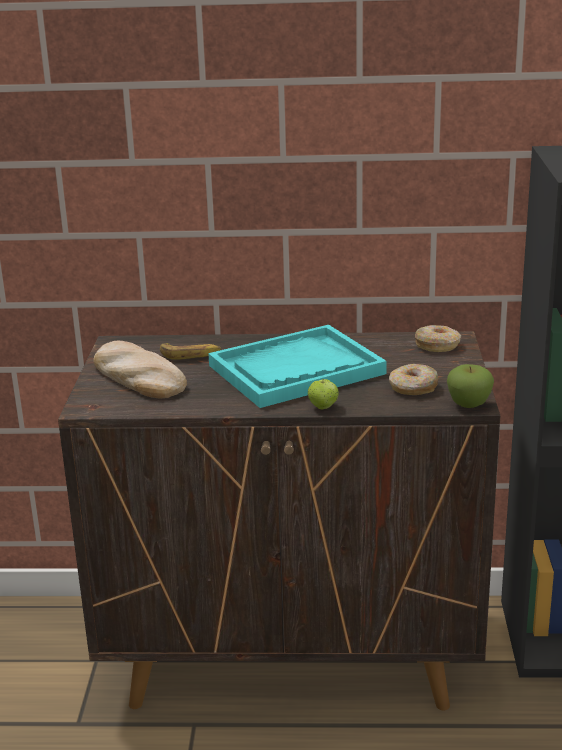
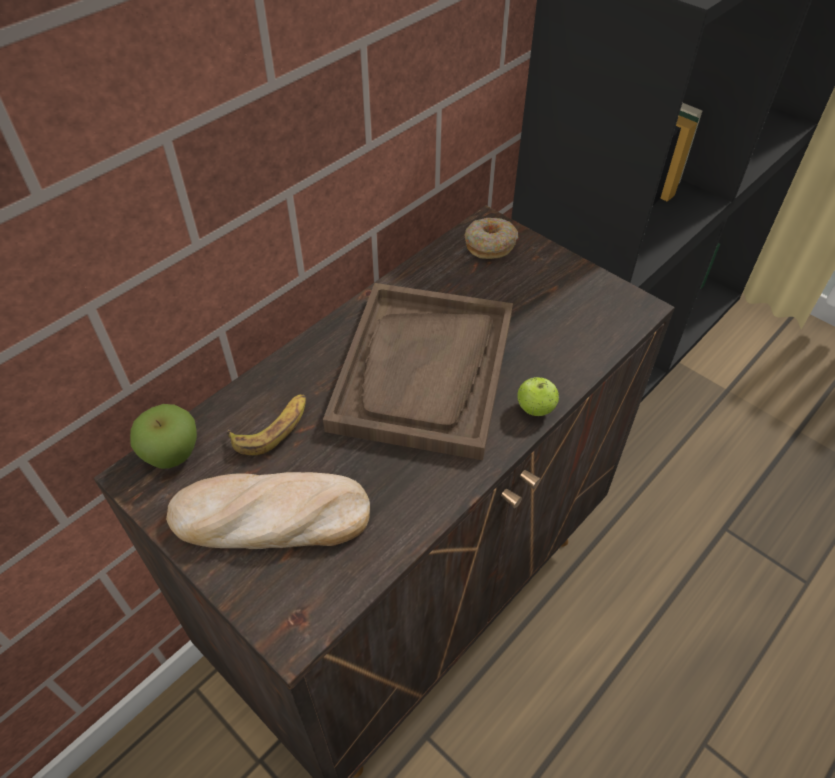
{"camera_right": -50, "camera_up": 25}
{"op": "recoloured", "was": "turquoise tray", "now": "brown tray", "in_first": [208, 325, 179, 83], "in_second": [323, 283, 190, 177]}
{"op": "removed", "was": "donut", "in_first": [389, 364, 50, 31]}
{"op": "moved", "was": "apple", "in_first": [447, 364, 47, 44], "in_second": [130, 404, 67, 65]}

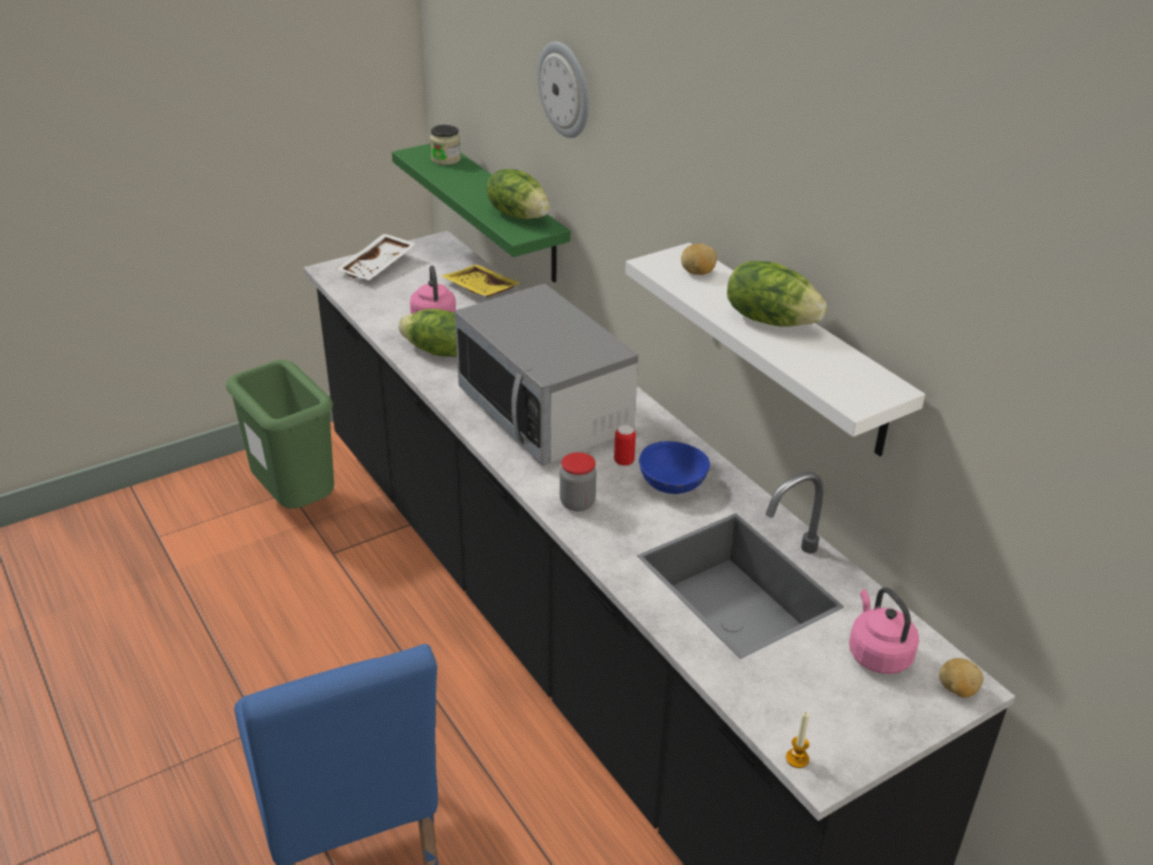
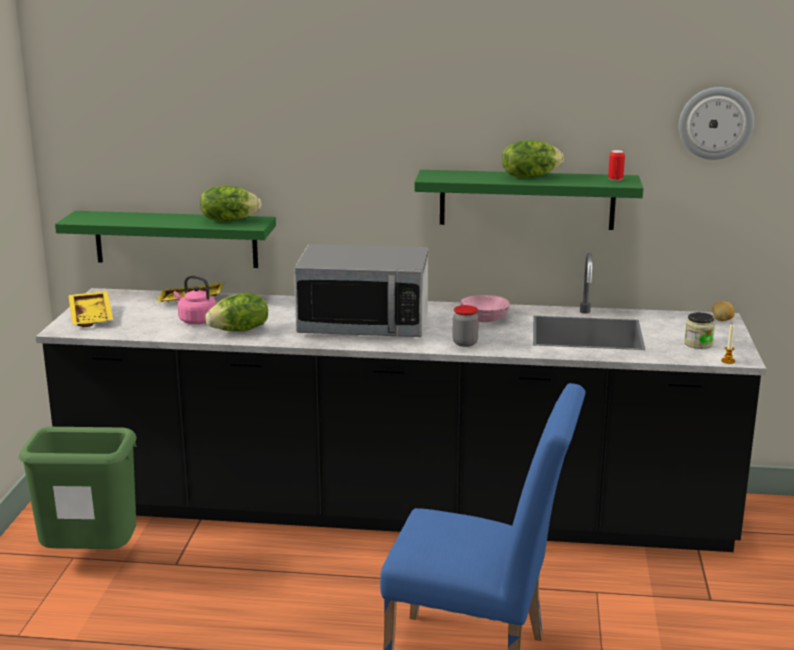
{"camera_right": -50, "camera_up": -15}
{"op": "recoloured", "was": "white tray", "now": "yellow tray", "in_first": [337, 233, 79, 47], "in_second": [68, 291, 45, 36]}
{"op": "moved", "was": "jar", "in_first": [430, 125, 31, 40], "in_second": [684, 312, 31, 37]}
{"op": "moved", "was": "wall clock", "in_first": [537, 41, 52, 97], "in_second": [679, 87, 75, 73]}
{"op": "moved", "was": "can", "in_first": [614, 425, 22, 41], "in_second": [608, 150, 17, 31]}
{"op": "recoloured", "was": "white shelf", "now": "green shelf", "in_first": [625, 243, 300, 213], "in_second": [414, 170, 229, 60]}
{"op": "recoloured", "was": "blue bowl", "now": "pink bowl", "in_first": [639, 441, 71, 53], "in_second": [460, 295, 50, 27]}
{"op": "removed", "was": "potato", "in_first": [681, 244, 36, 31]}
{"op": "removed", "was": "pink kettle", "in_first": [849, 587, 70, 87]}

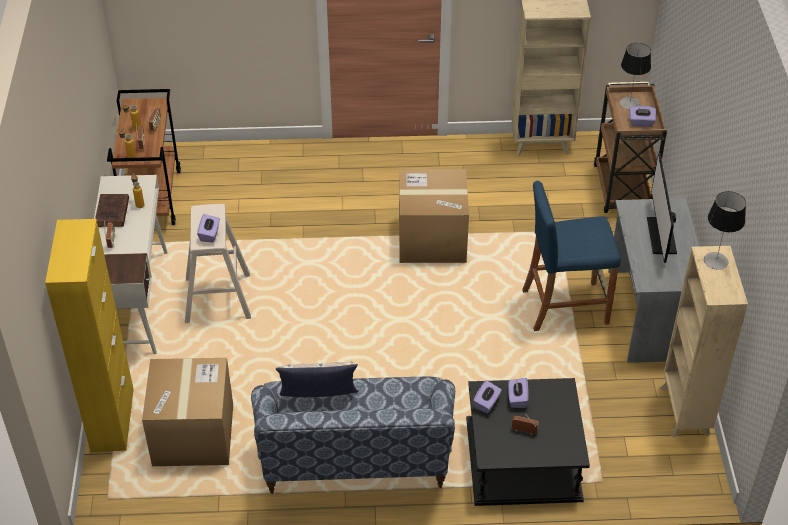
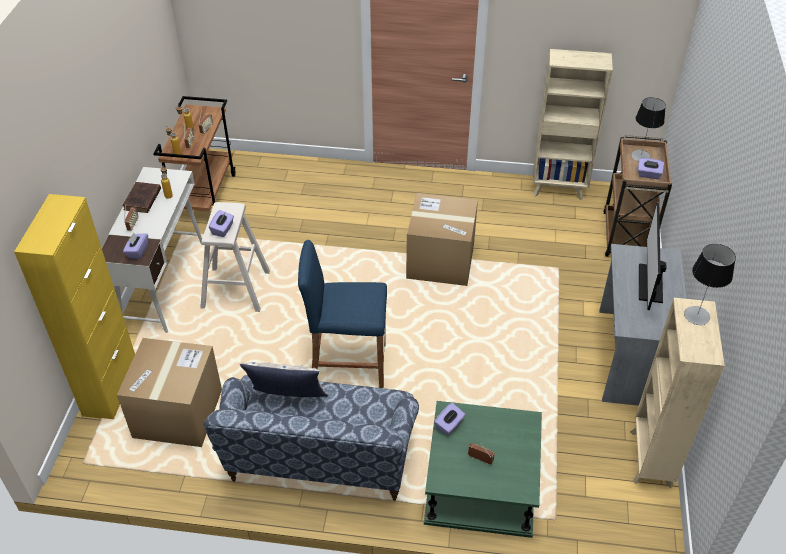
{"camera_right": 10, "camera_up": 0}
{"op": "recoloured", "was": "black side table", "now": "green side table", "in_first": [466, 378, 124, 128], "in_second": [424, 401, 118, 137]}
{"op": "moved", "was": "purple tissue box", "in_first": [508, 378, 21, 30], "in_second": [123, 233, 25, 26]}
{"op": "moved", "was": "blue stool", "in_first": [522, 181, 99, 150], "in_second": [298, 240, 89, 148]}

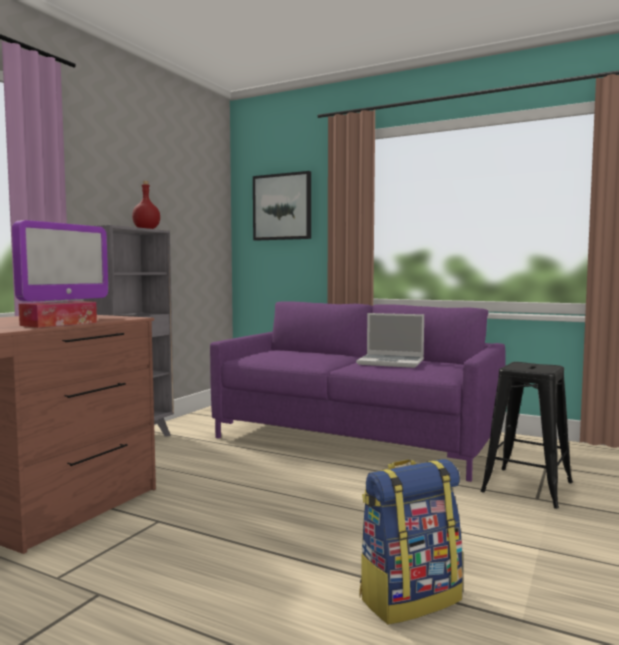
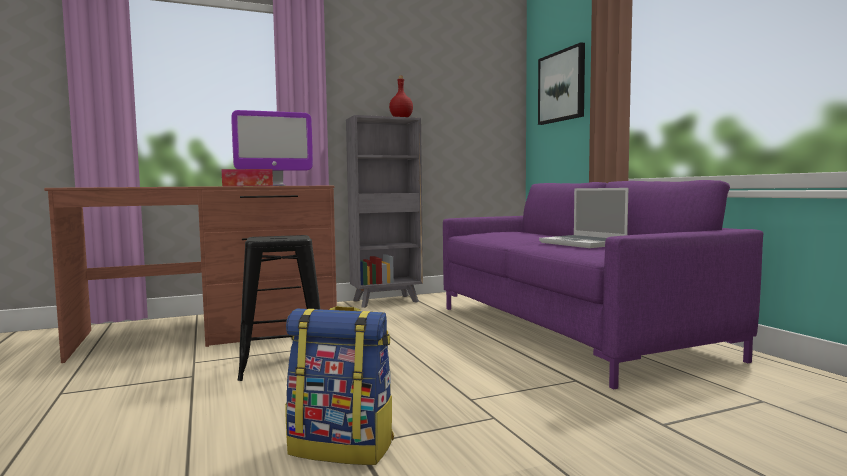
{"camera_right": 40, "camera_up": 0}
{"op": "moved", "was": "black stool", "in_first": [481, 362, 92, 147], "in_second": [237, 235, 84, 146]}

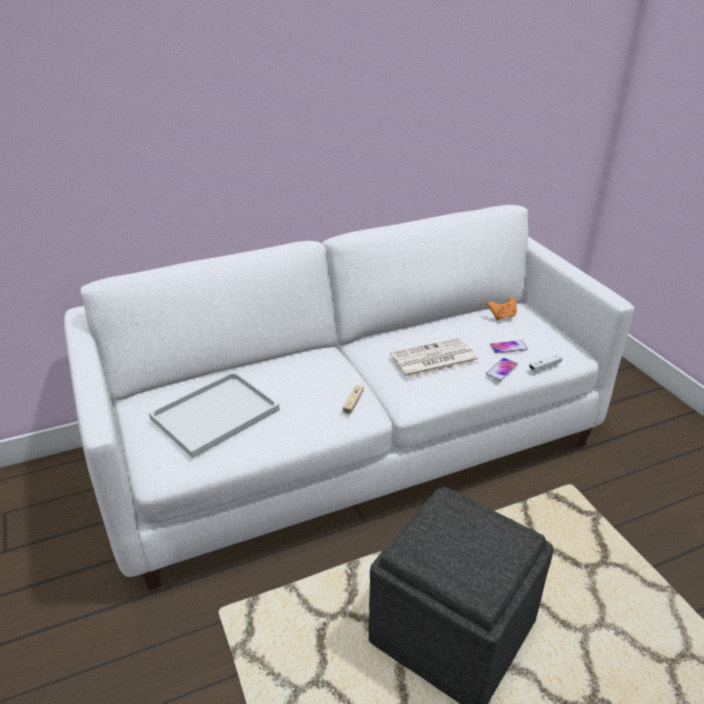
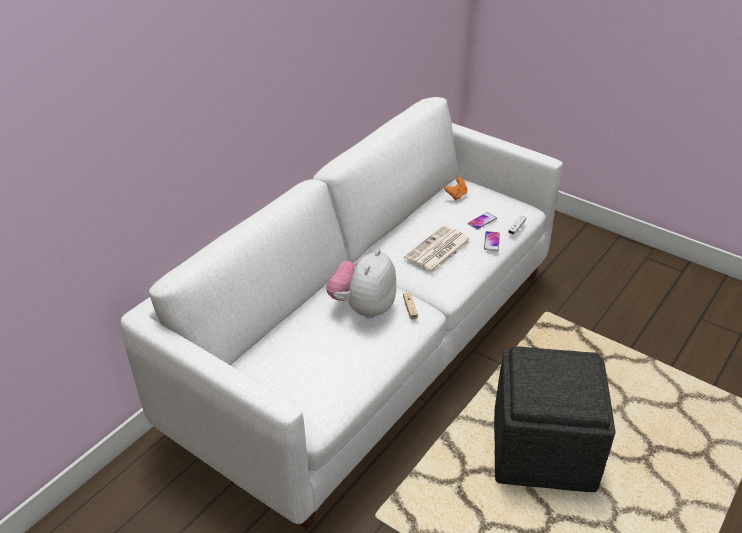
{"camera_right": -30, "camera_up": 5}
{"op": "removed", "was": "white tray", "in_first": [149, 371, 131, 87]}
{"op": "added", "now": "plush toy", "in_second": [326, 249, 70, 70]}

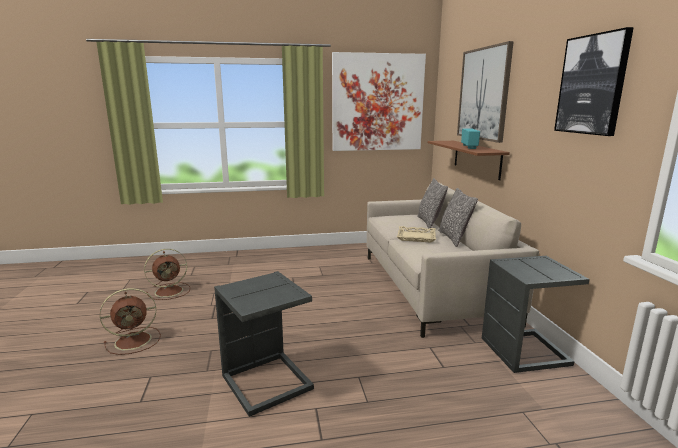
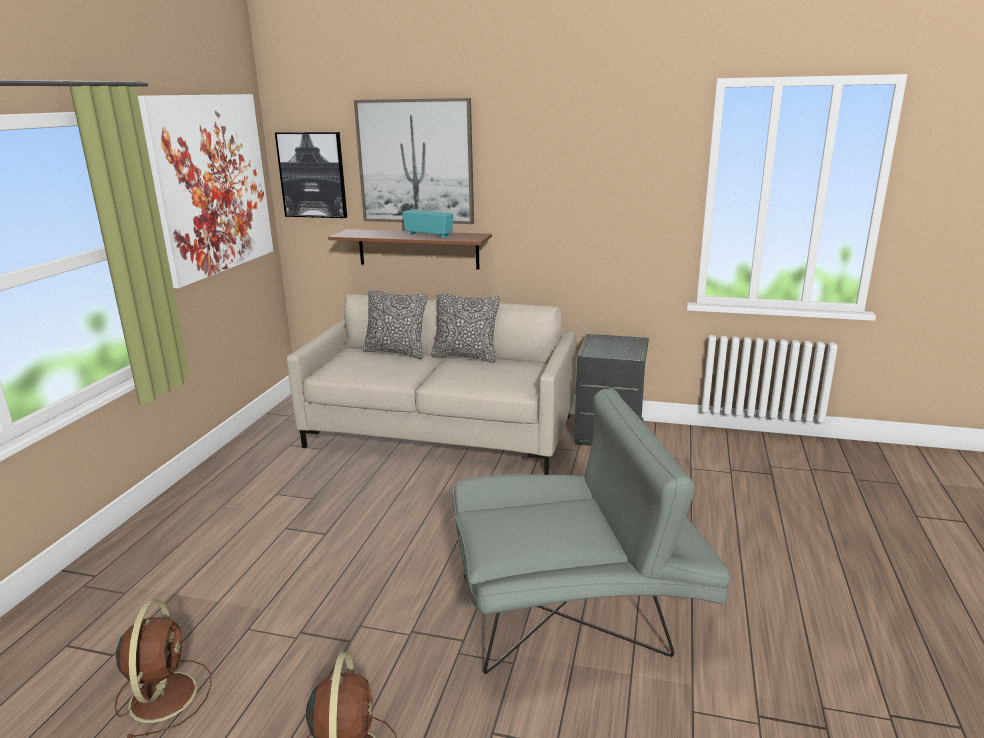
{"camera_right": -65, "camera_up": 5}
{"op": "replaced", "was": "grey side table", "now": "grey armchair", "in_first": [214, 271, 100, 146], "in_second": [453, 388, 278, 286]}
{"op": "removed", "was": "beige tray", "in_first": [397, 226, 39, 17]}
{"op": "moved", "was": "picture", "in_first": [554, 27, 80, 109], "in_second": [275, 132, 72, 86]}

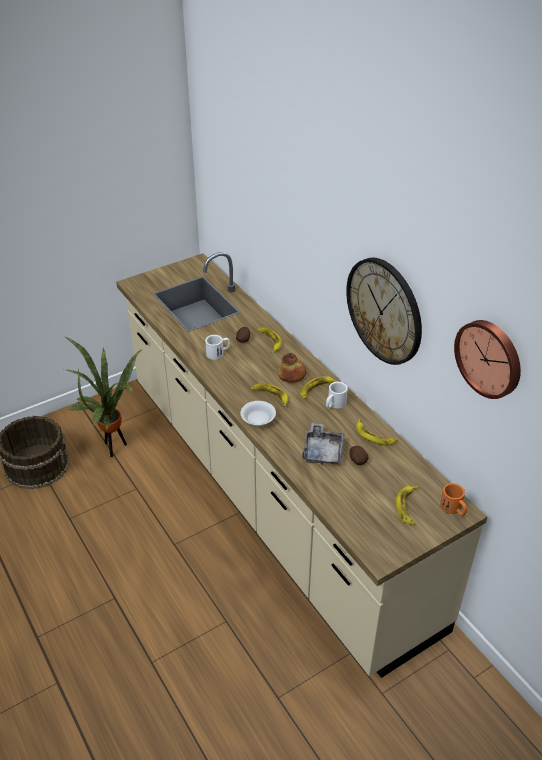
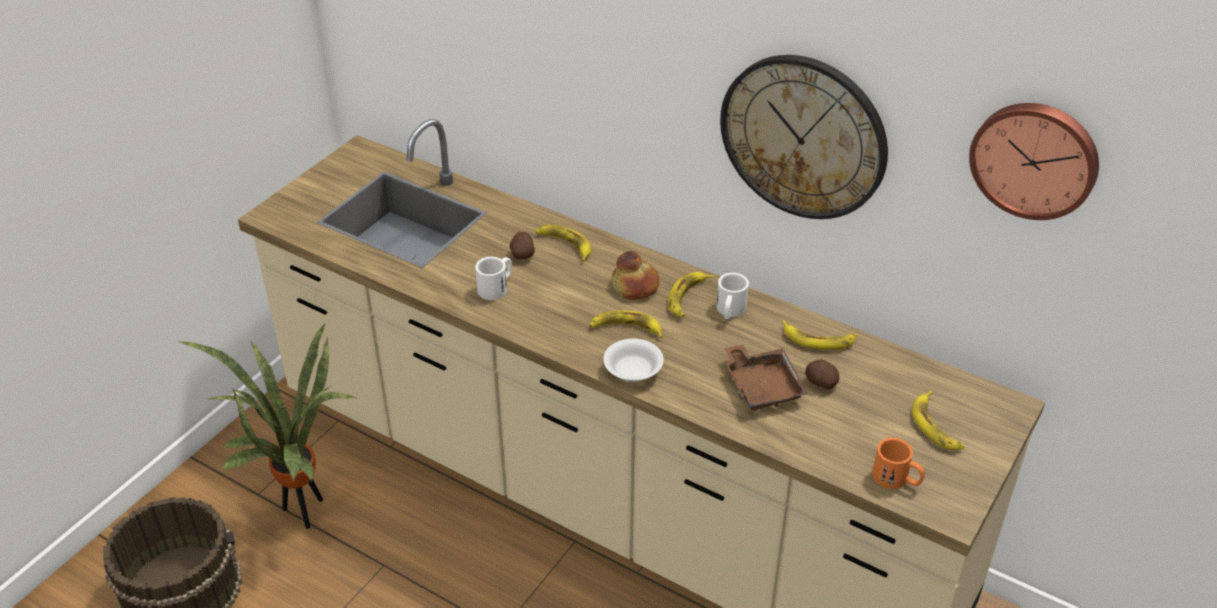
{"camera_right": -25, "camera_up": 0}
{"op": "recoloured", "was": "grey tray", "now": "brown tray", "in_first": [302, 423, 43, 42], "in_second": [724, 345, 84, 66]}
{"op": "moved", "was": "orange mug", "in_first": [440, 483, 27, 33], "in_second": [872, 438, 53, 51]}

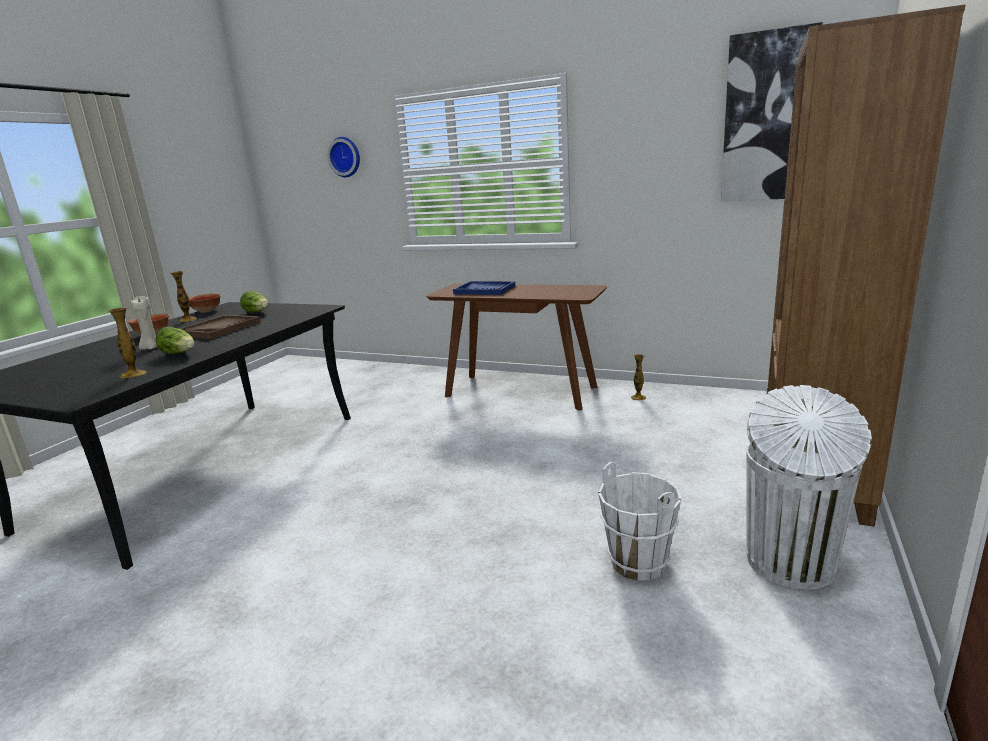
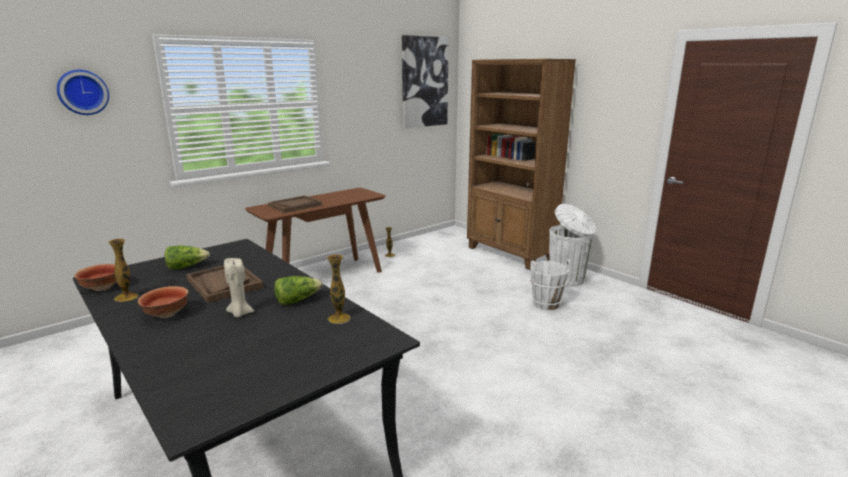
{"camera_right": -65, "camera_up": 0}
{"op": "recoloured", "was": "blue tray", "now": "brown tray", "in_first": [453, 281, 62, 14], "in_second": [268, 195, 54, 18]}

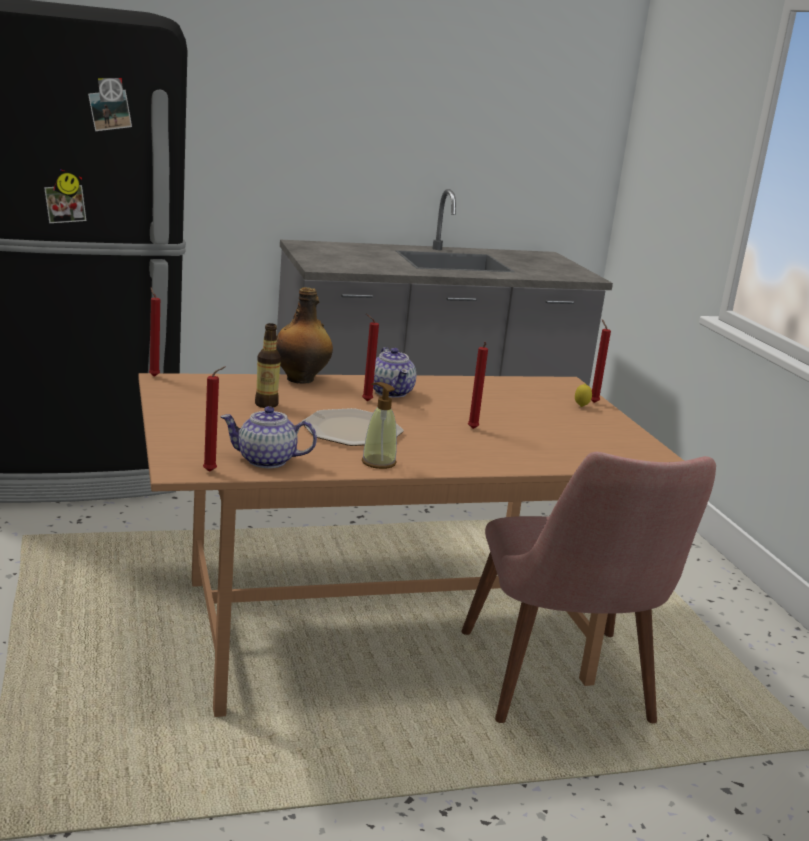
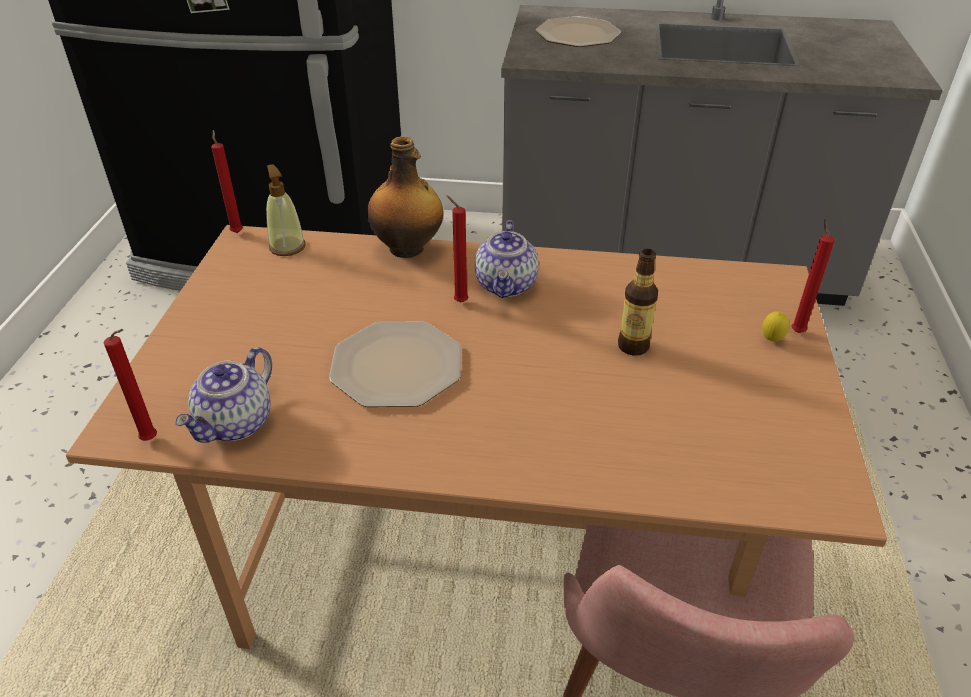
{"camera_right": 25, "camera_up": 20}
{"op": "turned", "was": "teapot", "in_first": [220, 406, 97, 62], "in_second": [175, 347, 97, 96], "clockwise": -90}
{"op": "moved", "was": "bottle", "in_first": [255, 323, 26, 85], "in_second": [618, 249, 40, 107]}
{"op": "moved", "was": "soap dispenser", "in_first": [362, 382, 35, 87], "in_second": [266, 164, 40, 92]}
{"op": "removed", "was": "red candle", "in_first": [468, 342, 20, 87]}
{"op": "added", "now": "plate", "in_second": [535, 16, 86, 31]}

